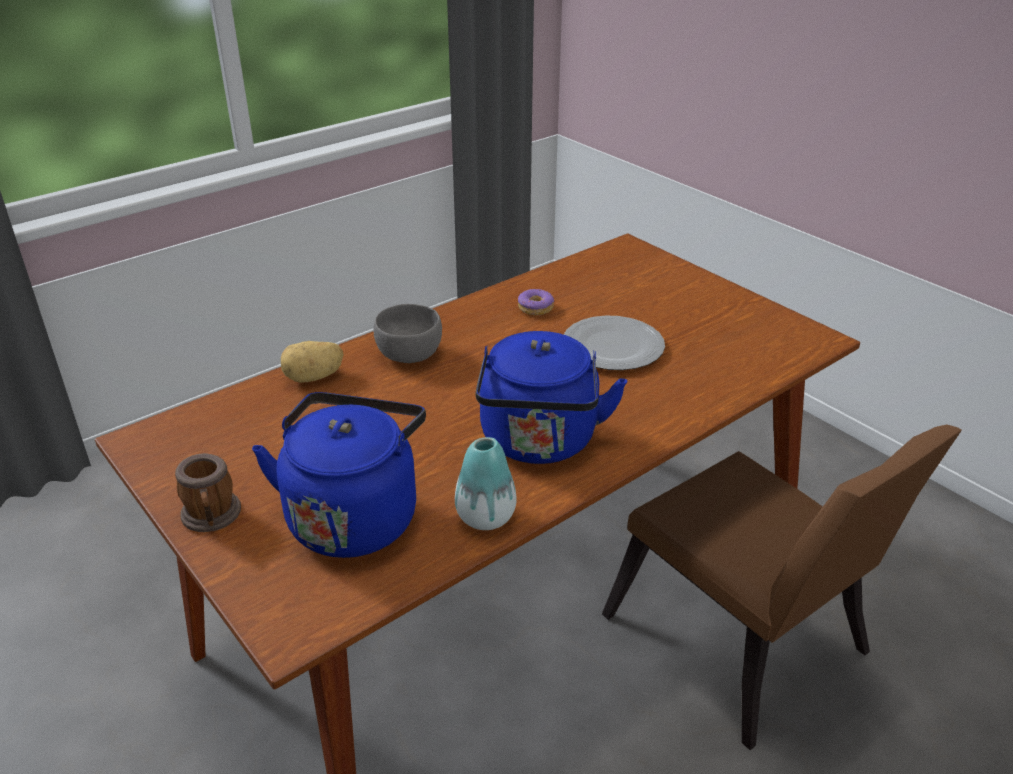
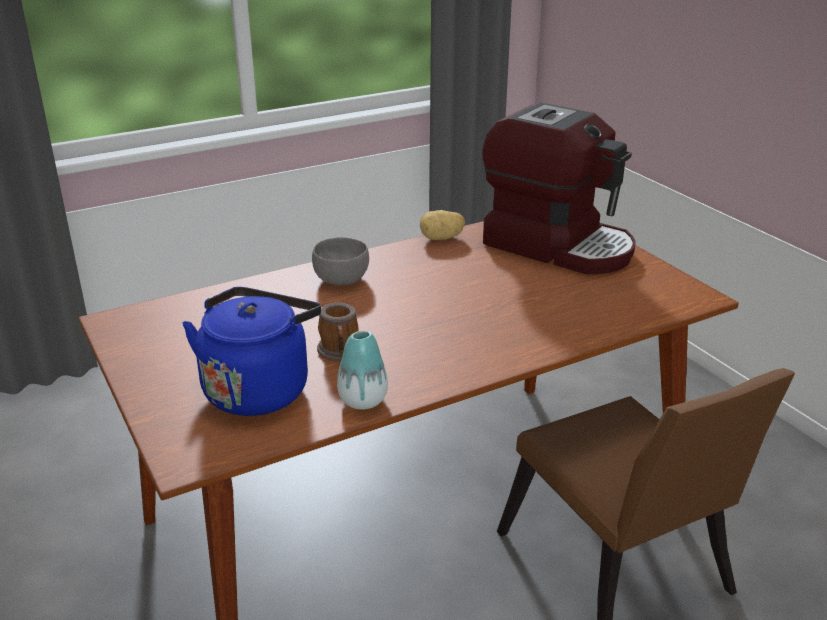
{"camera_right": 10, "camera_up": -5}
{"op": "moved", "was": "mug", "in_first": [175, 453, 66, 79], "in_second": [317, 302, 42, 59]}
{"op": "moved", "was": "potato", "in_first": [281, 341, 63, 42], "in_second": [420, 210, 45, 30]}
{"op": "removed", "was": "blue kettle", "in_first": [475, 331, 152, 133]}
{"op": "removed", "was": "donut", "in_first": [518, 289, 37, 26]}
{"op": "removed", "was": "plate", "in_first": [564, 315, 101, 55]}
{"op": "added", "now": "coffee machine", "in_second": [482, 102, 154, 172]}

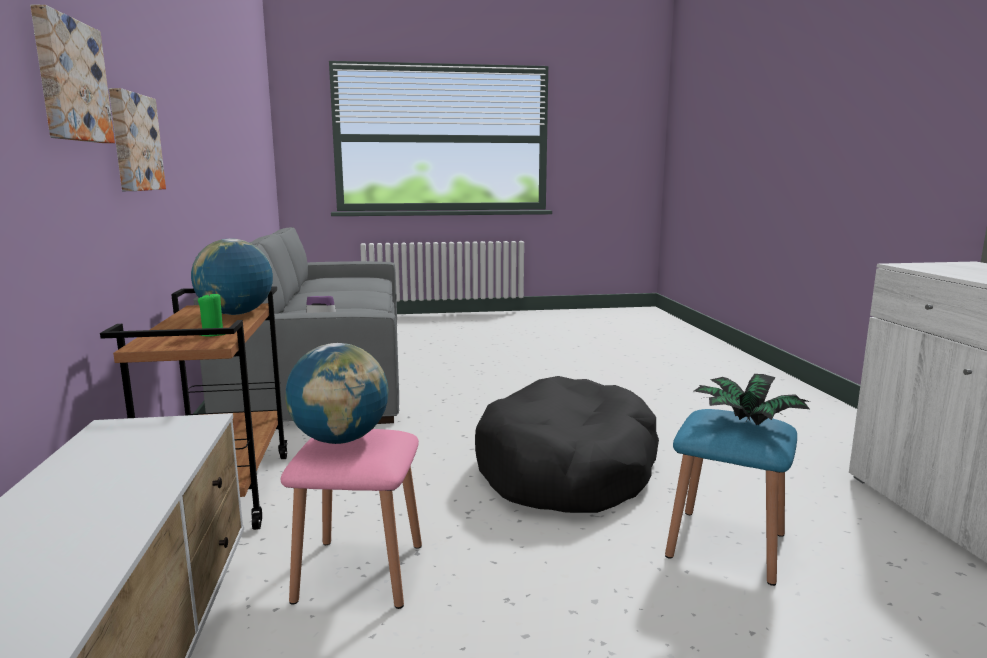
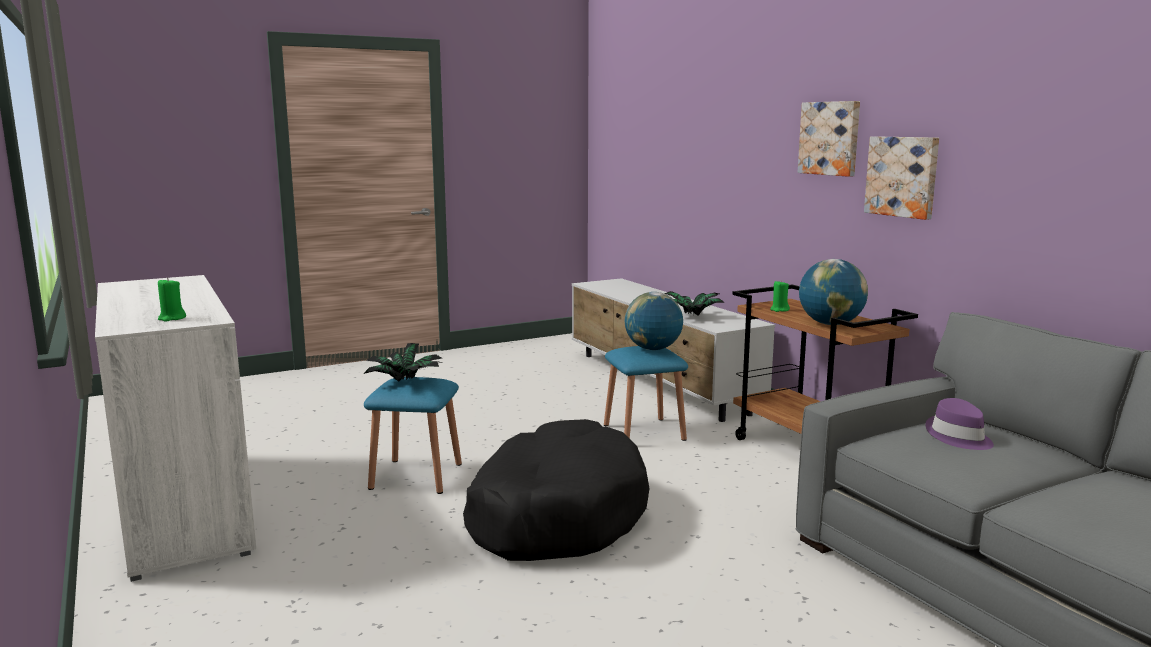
{"camera_right": 160, "camera_up": 0}
{"op": "recoloured", "was": "pink stool", "now": "blue stool", "in_first": [281, 429, 141, 180], "in_second": [604, 346, 84, 95]}
{"op": "added", "now": "green candle", "in_second": [158, 278, 28, 44]}
{"op": "added", "now": "potted plant", "in_second": [665, 291, 60, 25]}

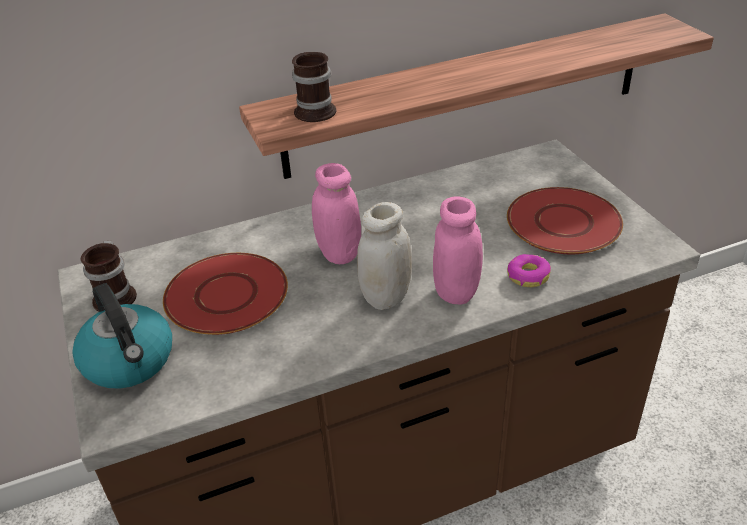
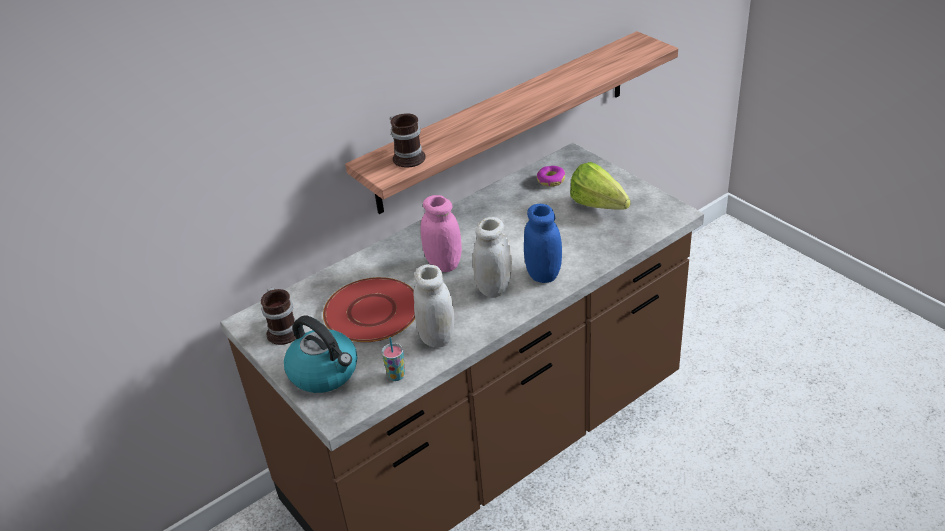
{"camera_right": -15, "camera_up": 0}
{"op": "recoloured", "was": "pink jar", "now": "blue jar", "in_first": [433, 196, 50, 109], "in_second": [524, 204, 38, 79]}
{"op": "replaced", "was": "red plate", "now": "lettuce", "in_first": [507, 187, 116, 67], "in_second": [570, 162, 61, 48]}
{"op": "moved", "was": "donut", "in_first": [507, 254, 44, 33], "in_second": [537, 166, 28, 21]}
{"op": "added", "now": "cup", "in_second": [381, 337, 24, 44]}
{"op": "added", "now": "white jar", "in_second": [413, 264, 41, 84]}

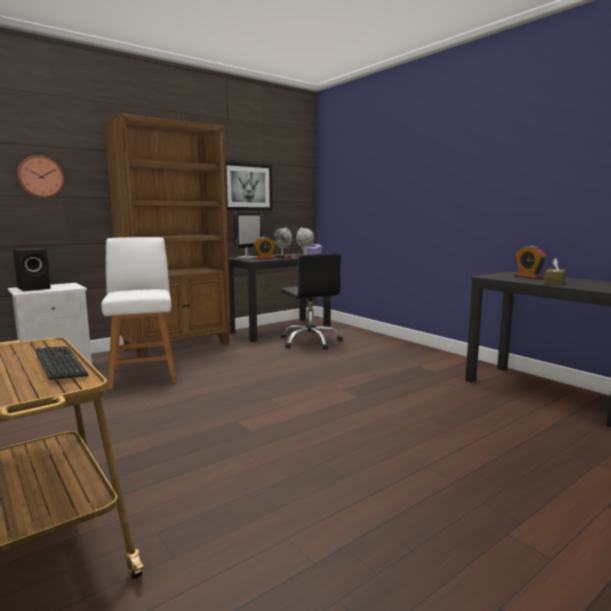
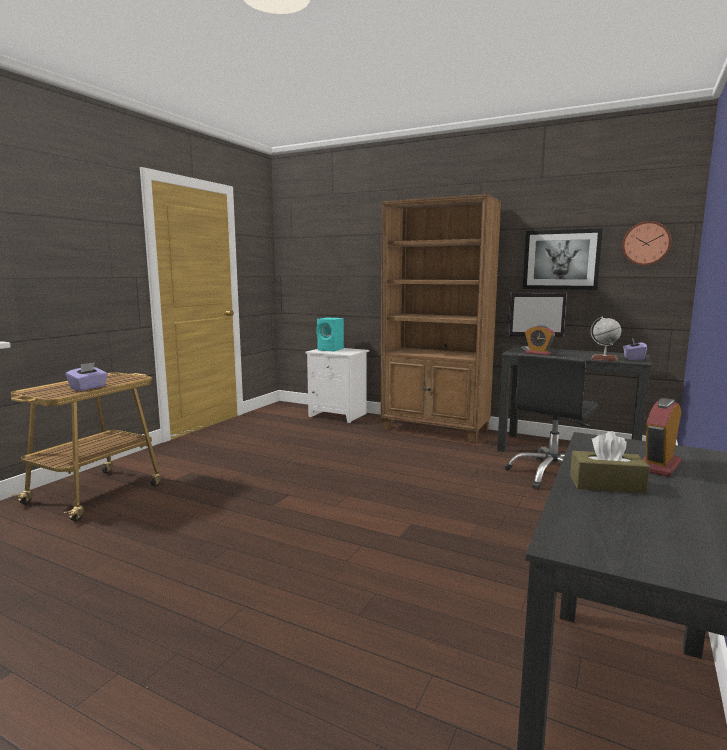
{"camera_right": 65, "camera_up": 0}
{"op": "recoloured", "was": "black speaker", "now": "turquoise speaker", "in_first": [13, 248, 38, 43], "in_second": [316, 317, 28, 34]}
{"op": "moved", "was": "wall clock", "in_first": [17, 155, 47, 43], "in_second": [622, 221, 49, 45]}
{"op": "replaced", "was": "keyboard", "now": "purple tissue box", "in_first": [35, 346, 54, 34], "in_second": [65, 362, 43, 29]}
{"op": "removed", "was": "white chair", "in_first": [101, 237, 75, 153]}
{"op": "removed", "was": "globe", "in_first": [273, 227, 19, 31]}

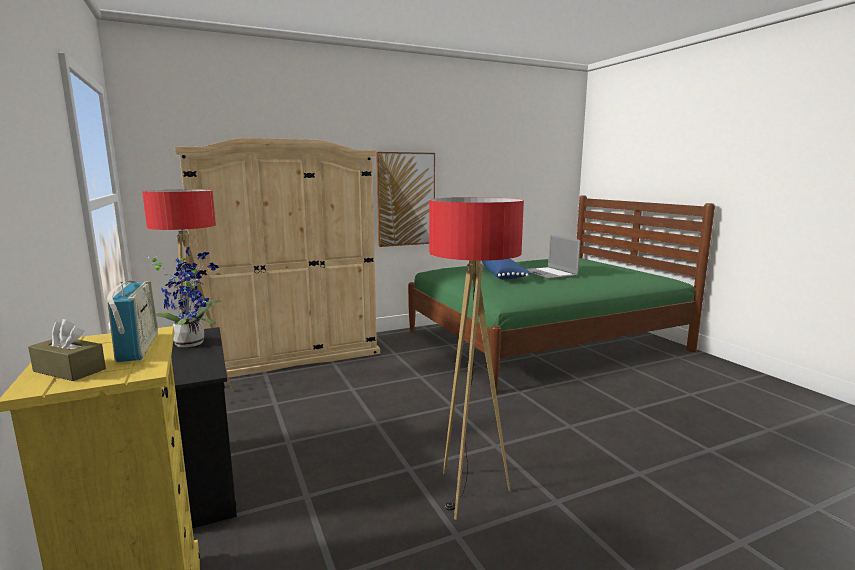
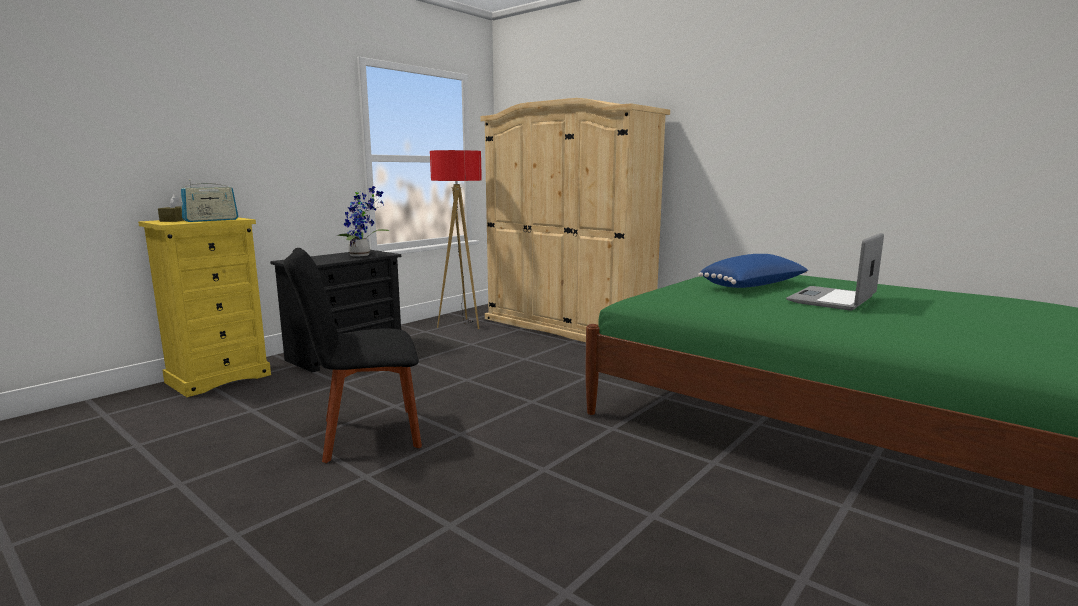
{"camera_right": 65, "camera_up": 0}
{"op": "removed", "was": "picture", "in_first": [376, 152, 59, 95]}
{"op": "replaced", "was": "floor lamp", "now": "black chair", "in_first": [429, 197, 95, 323], "in_second": [284, 248, 138, 215]}

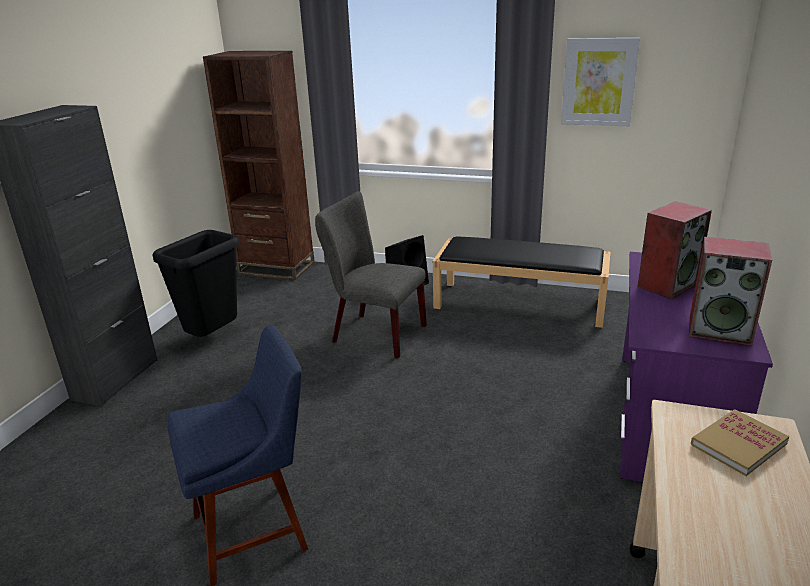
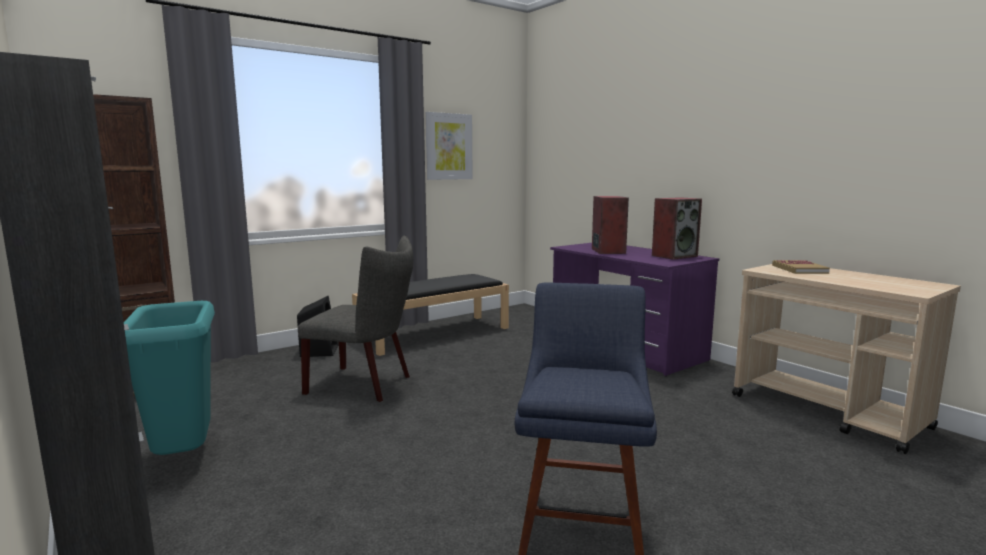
{"camera_right": -55, "camera_up": -15}
{"op": "recoloured", "was": "black trash can", "now": "turquoise trash can", "in_first": [152, 230, 87, 107], "in_second": [124, 301, 91, 154]}
{"op": "turned", "was": "grey chair", "in_first": [315, 191, 112, 168], "in_second": [298, 235, 115, 167], "clockwise": -135}

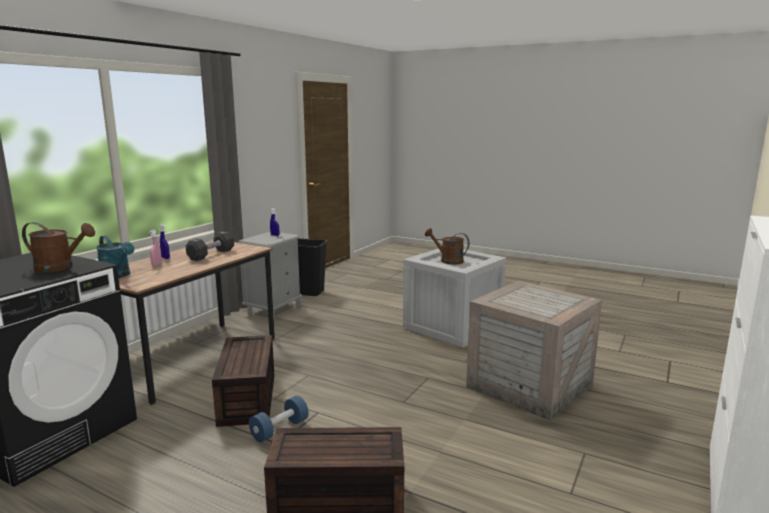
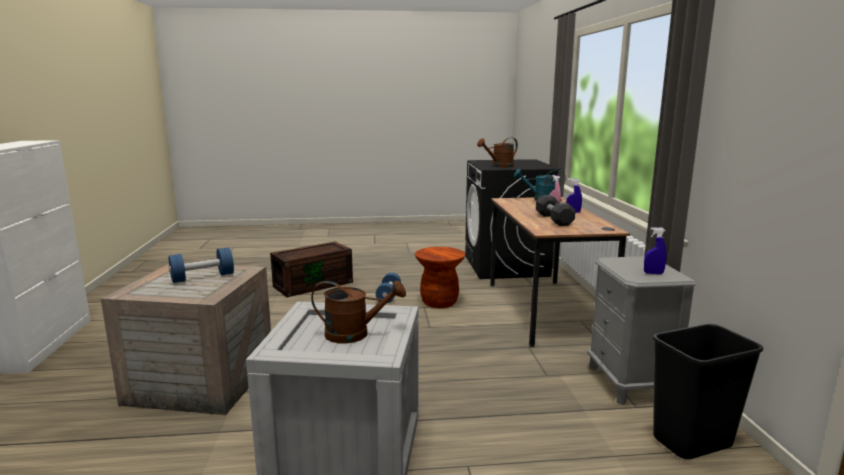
{"camera_right": 145, "camera_up": 0}
{"op": "replaced", "was": "brown storage box", "now": "brown stool", "in_first": [212, 335, 62, 92], "in_second": [415, 247, 50, 61]}
{"op": "added", "now": "blue dumbbell", "in_second": [169, 247, 65, 36]}

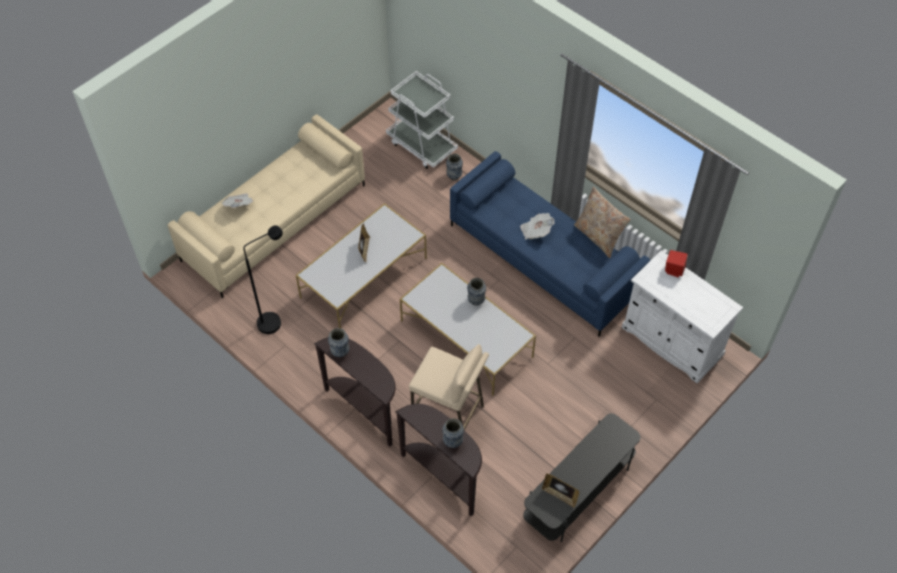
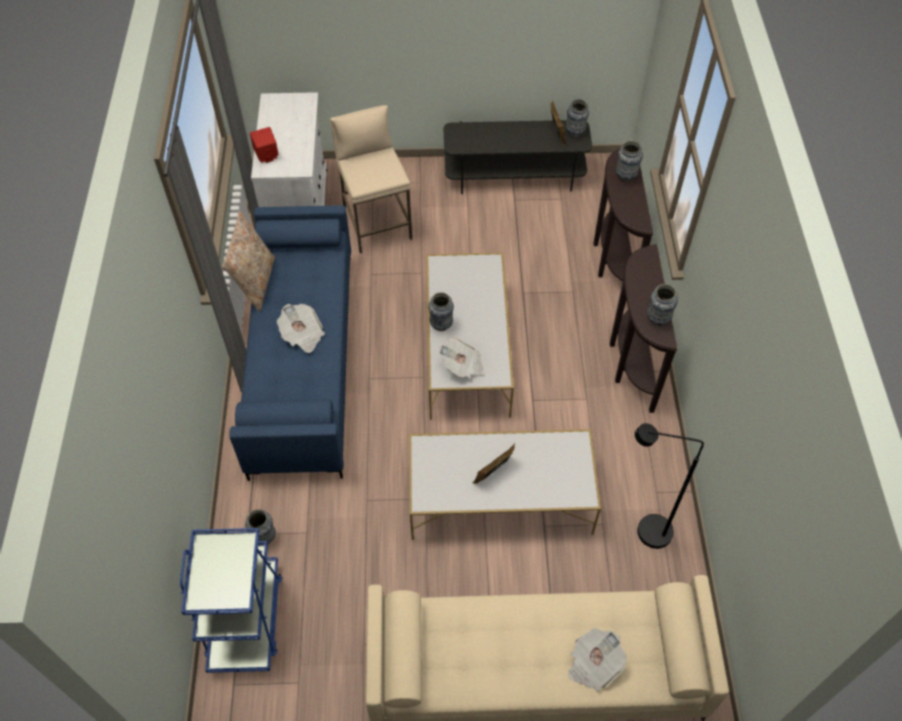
{"camera_right": -135, "camera_up": 0}
{"op": "recoloured", "was": "white cart", "now": "blue cart", "in_first": [386, 71, 72, 98], "in_second": [180, 528, 103, 145]}
{"op": "moved", "was": "beige stool", "in_first": [409, 344, 80, 86], "in_second": [330, 105, 82, 148]}
{"op": "added", "now": "newspaper", "in_second": [439, 338, 46, 40]}
{"op": "added", "now": "vase", "in_second": [566, 99, 23, 38]}

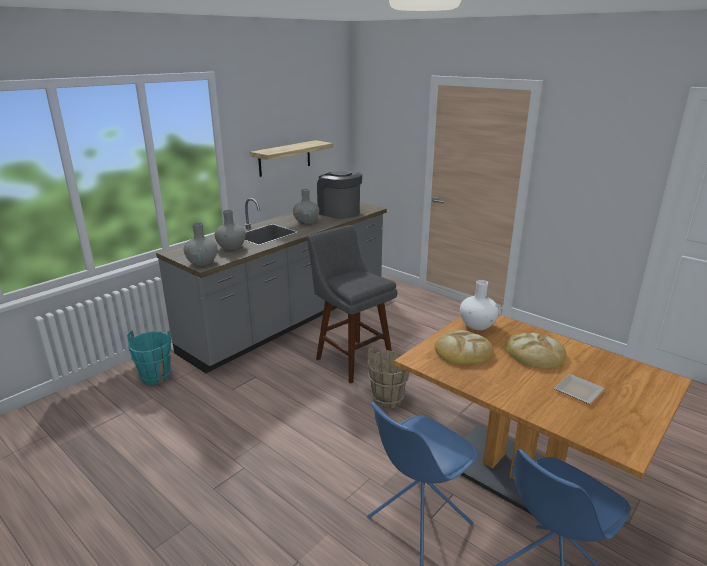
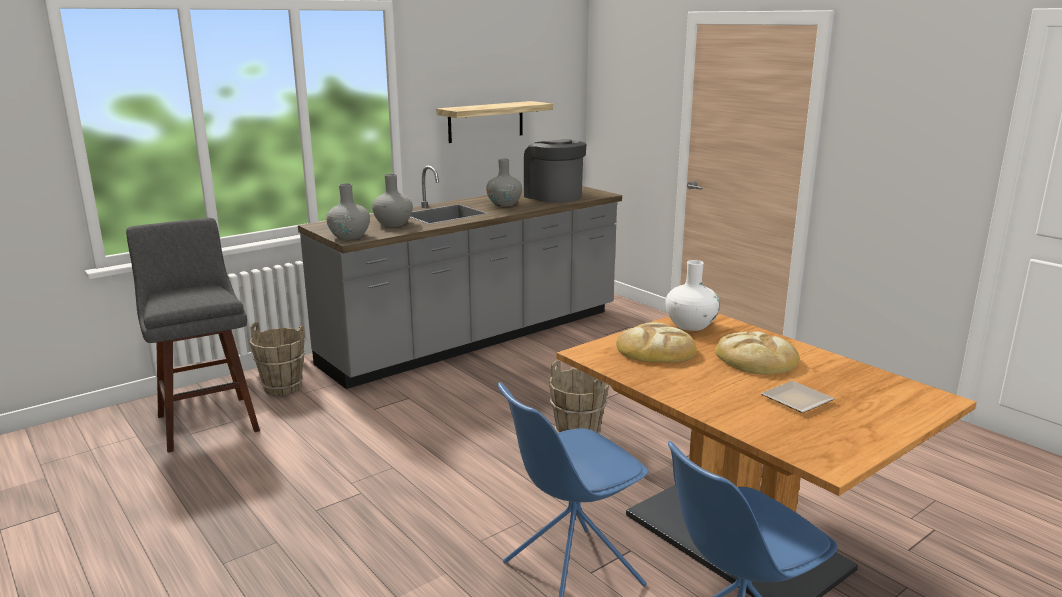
{"camera_right": 10, "camera_up": -5}
{"op": "recoloured", "was": "turquoise bucket", "now": "brown bucket", "in_first": [127, 331, 45, 54], "in_second": [250, 322, 56, 74]}
{"op": "moved", "was": "grey stool", "in_first": [307, 225, 90, 159], "in_second": [126, 218, 134, 235]}

